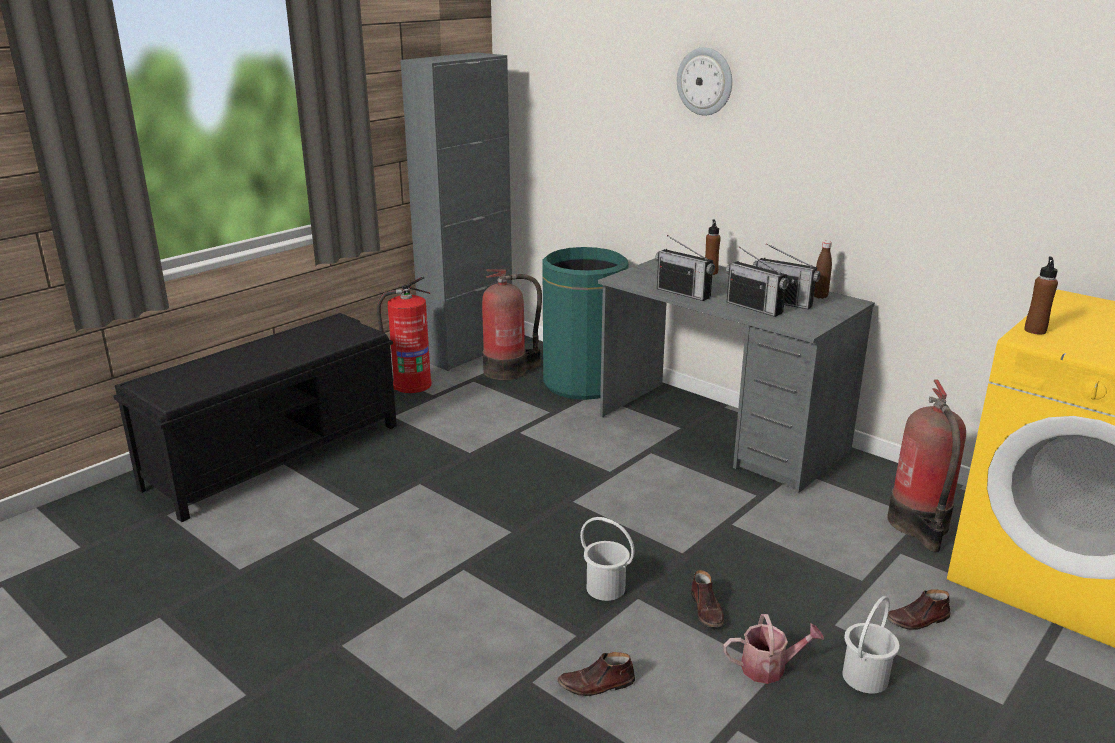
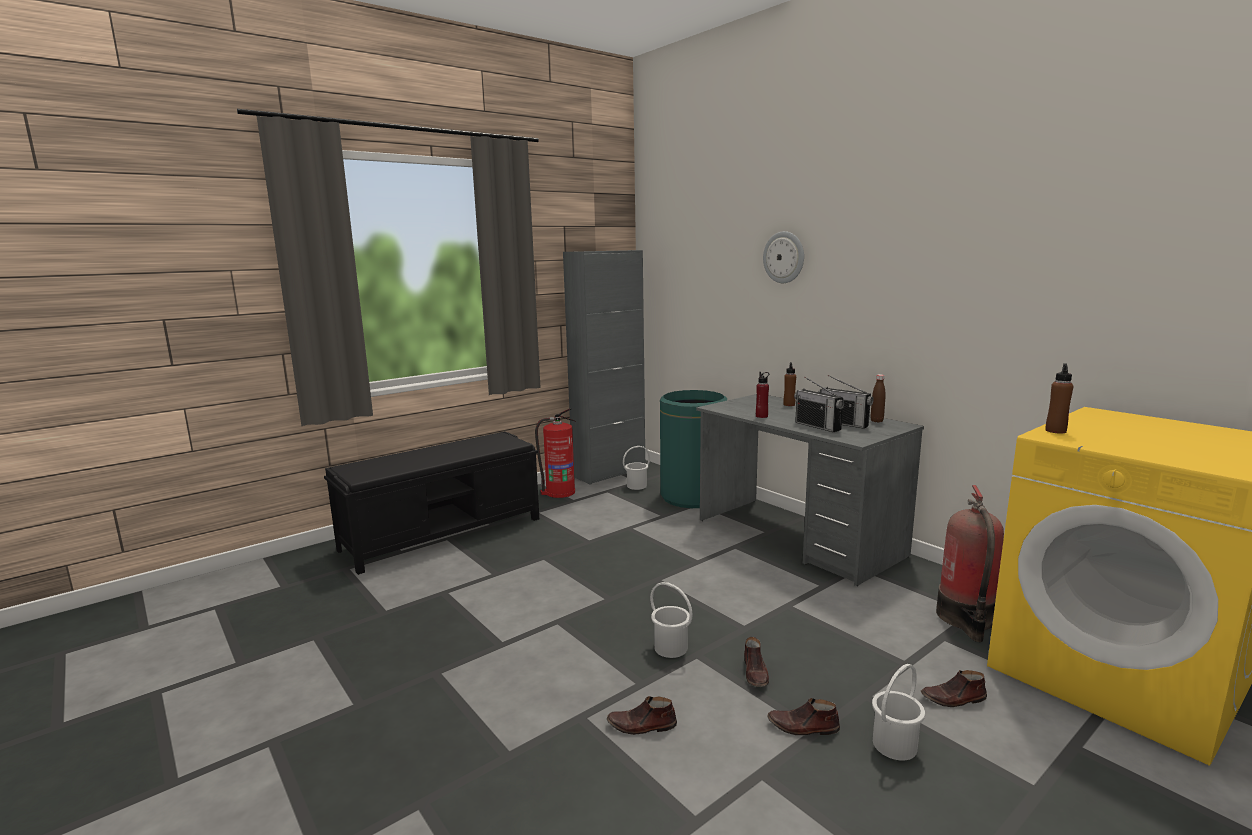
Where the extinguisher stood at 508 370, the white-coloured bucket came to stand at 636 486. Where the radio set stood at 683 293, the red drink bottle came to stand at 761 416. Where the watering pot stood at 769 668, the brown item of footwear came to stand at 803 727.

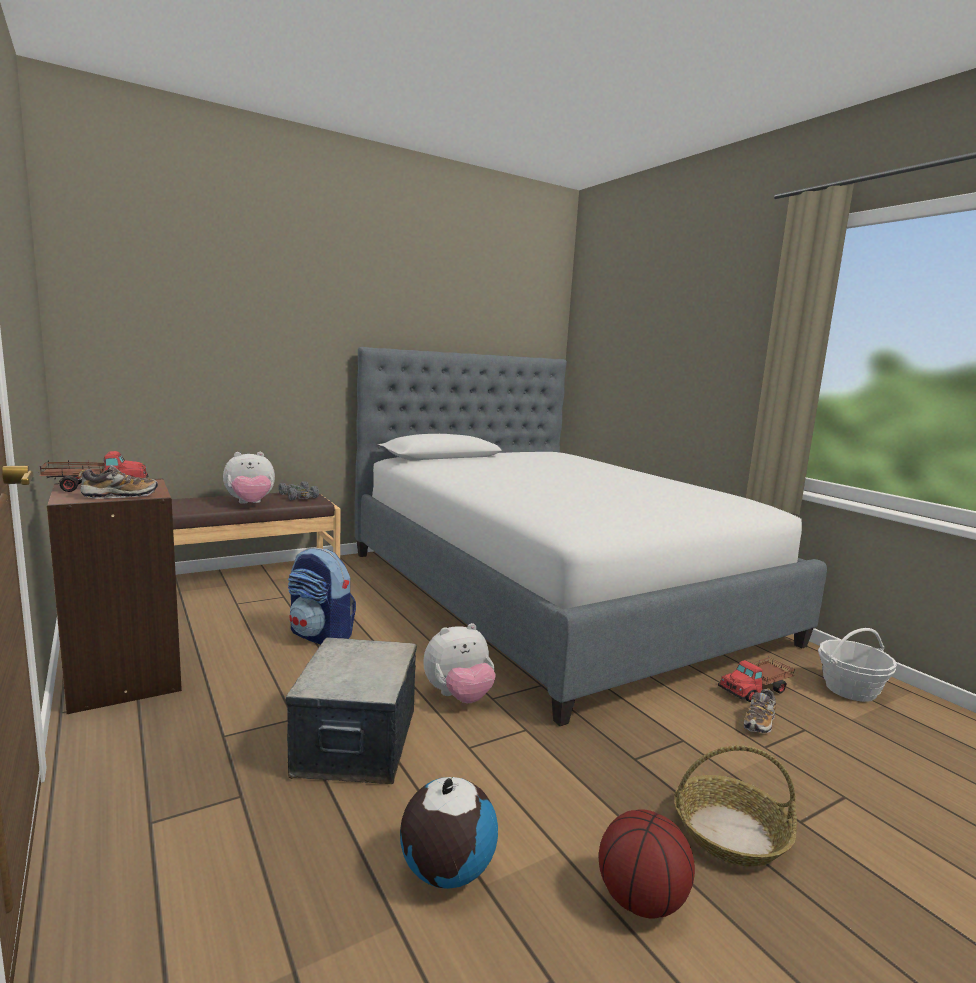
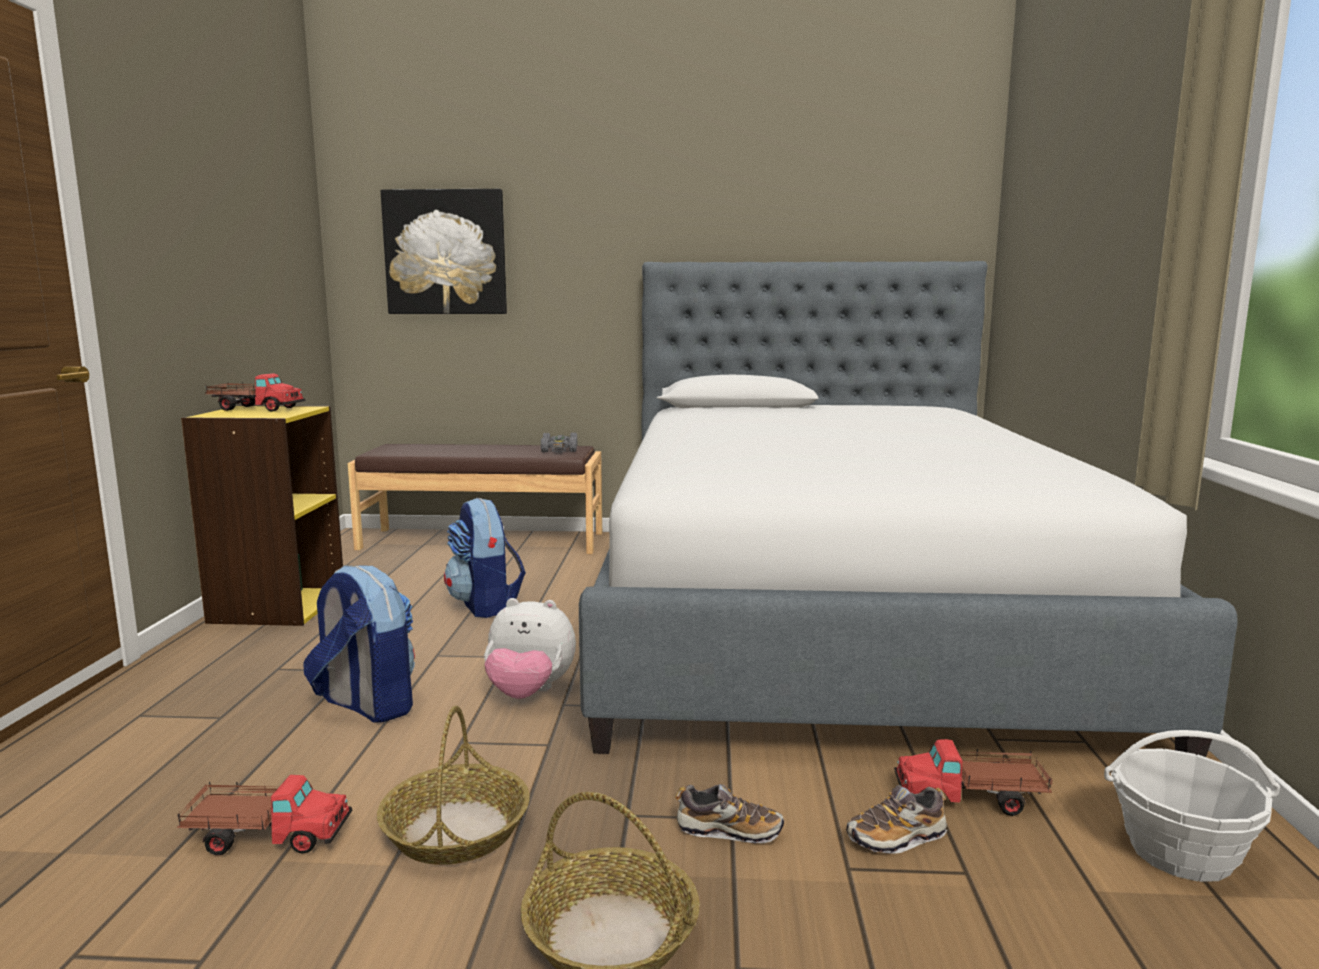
The second view lost the plush toy at 250 504. The second view lost the ball for basketball at 640 900. The second view gained the storage basket at 455 829. The second view gained the picture at 445 252. The item of footwear ended up elsewhere, having gone from 120 496 to 728 831. Where the storage bin stood at 355 743, the rucksack came to stand at 366 705. Where the globe stood at 446 872, the model truck came to stand at 266 835. What was the brown bookshelf at 123 679 turned into the yellow bookshelf at 277 606.

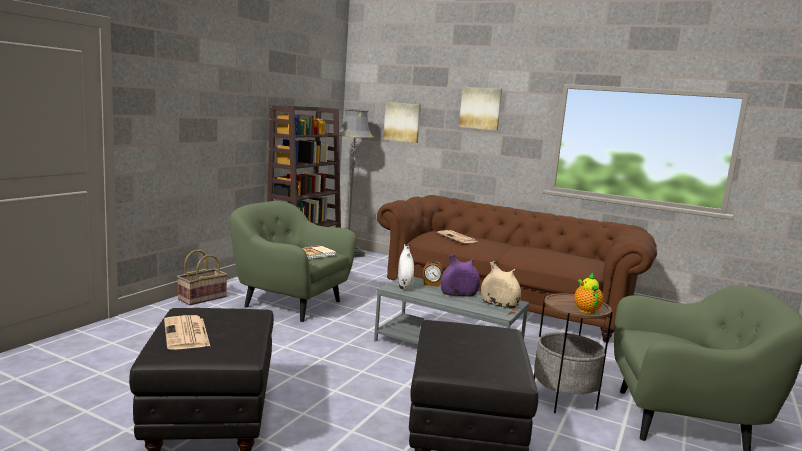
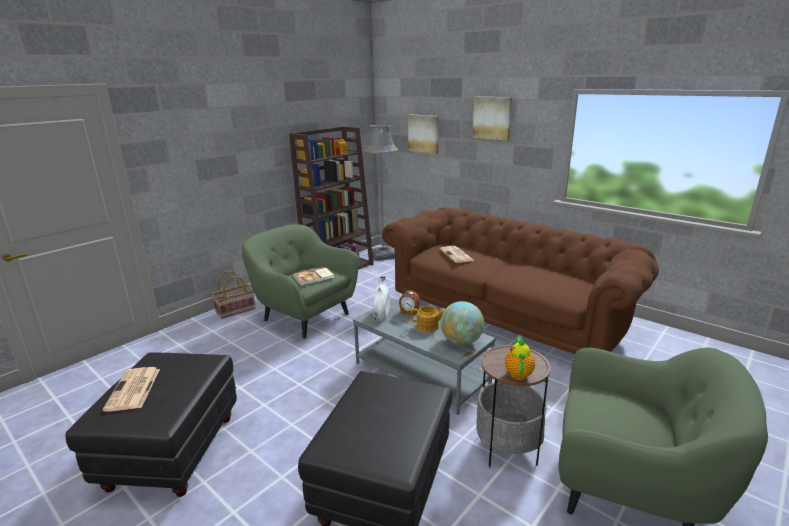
Where the purple-coloured flower vase stood at 459 294, the pot for tea came to stand at 428 327. Where the sand-coloured flower vase stood at 499 304, the globe came to stand at 461 341.

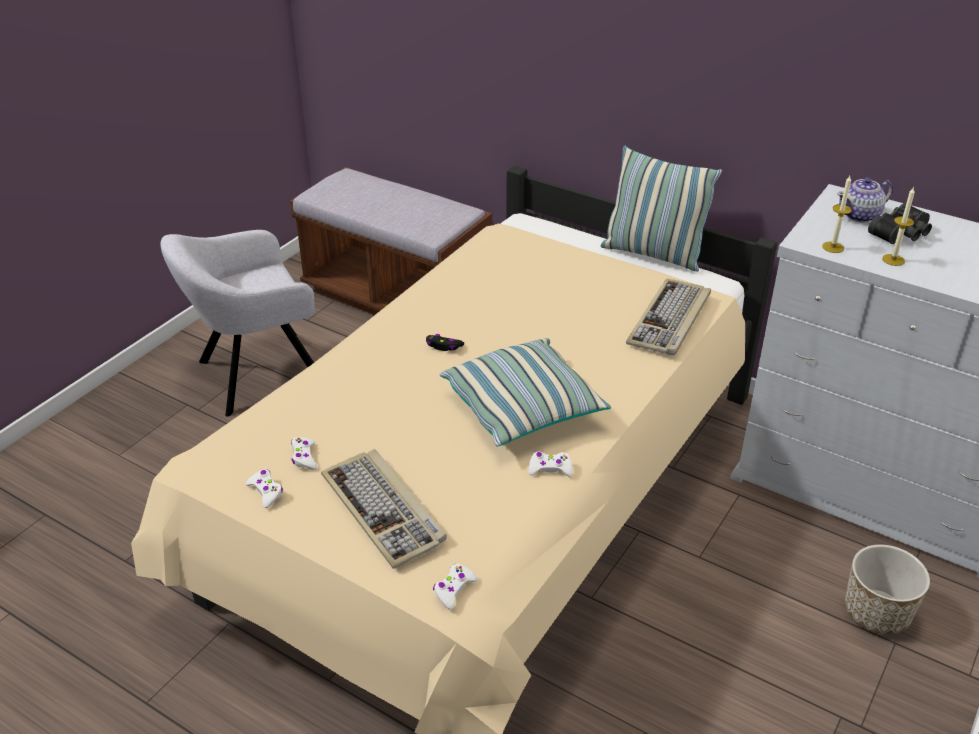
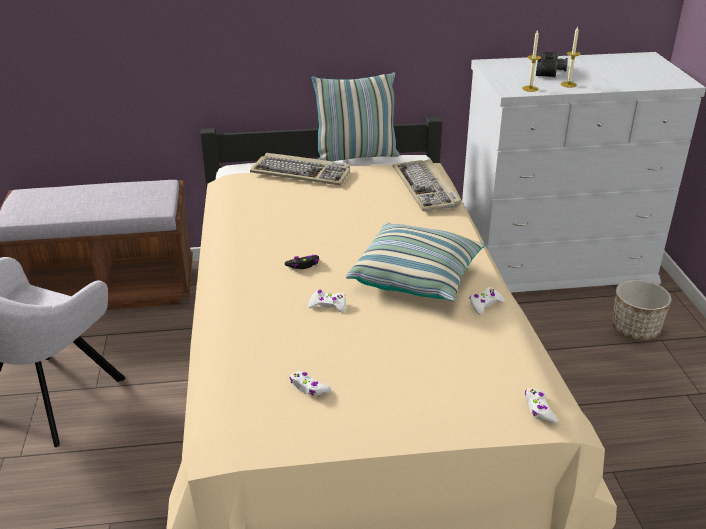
The second view lost the pot for tea at 860 215. The white-coloured joypad ended up elsewhere, having gone from 266 491 to 328 305. The computer keyboard ended up elsewhere, having gone from 384 510 to 302 173.

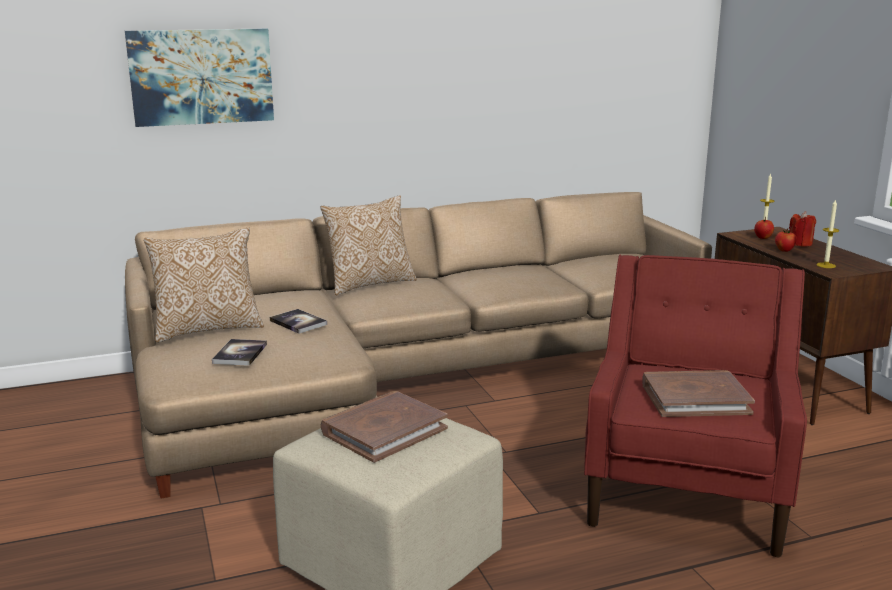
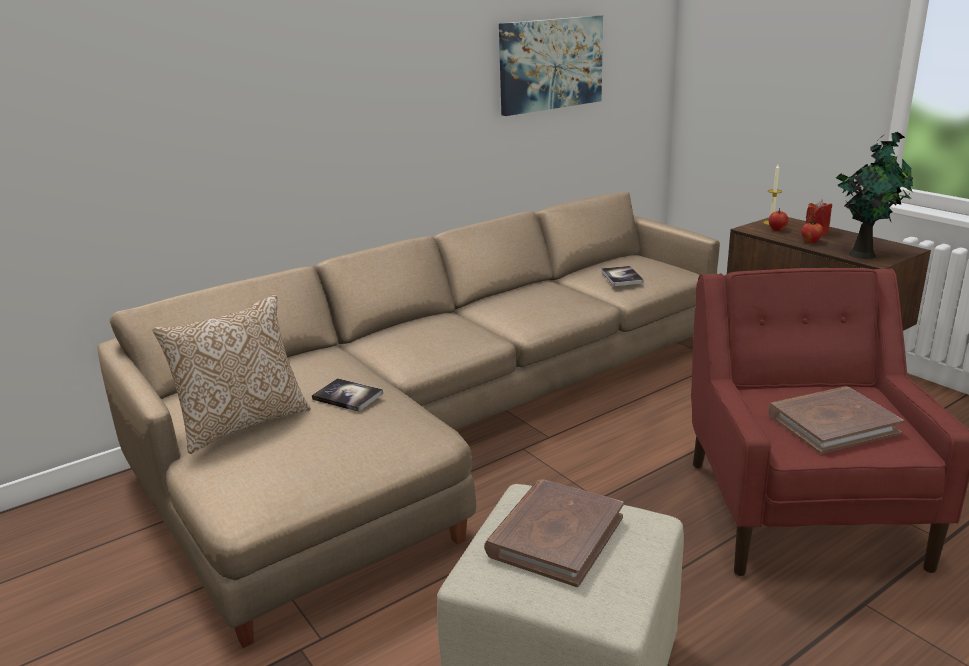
The second view lost the throw pillow at 369 284. The picture ended up elsewhere, having gone from 201 76 to 550 64. The volume ended up elsewhere, having gone from 240 354 to 621 277. Where the wax light stood at 826 265, the houseplant came to stand at 863 254.

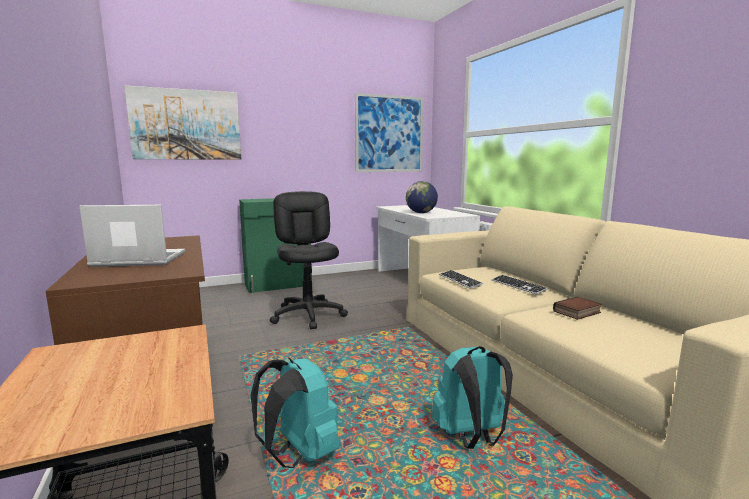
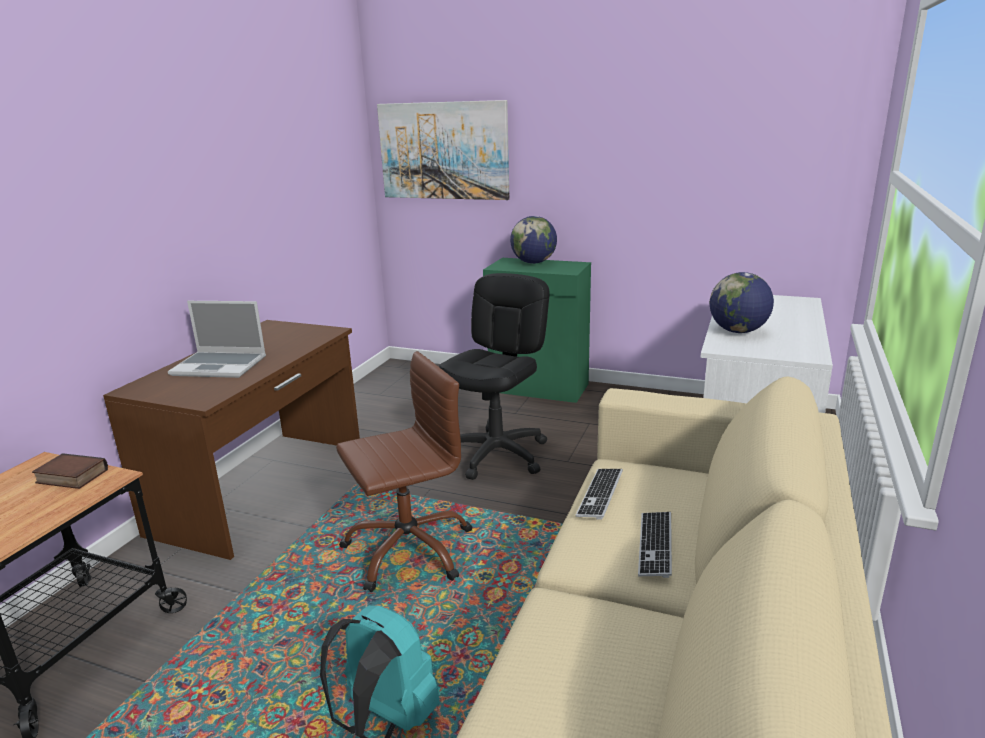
The second view lost the blue-green rucksack at 299 454. The second view lost the picture at 389 134. The second view gained the brown computer chair at 408 549. The second view gained the globe at 533 263. The volume ended up elsewhere, having gone from 577 312 to 70 477. The laptop at 138 260 ended up facing another way, 150 degrees clockwise from before.

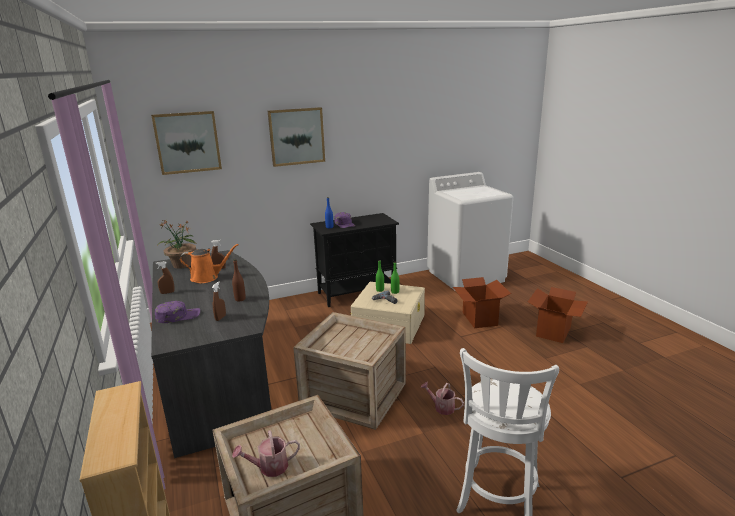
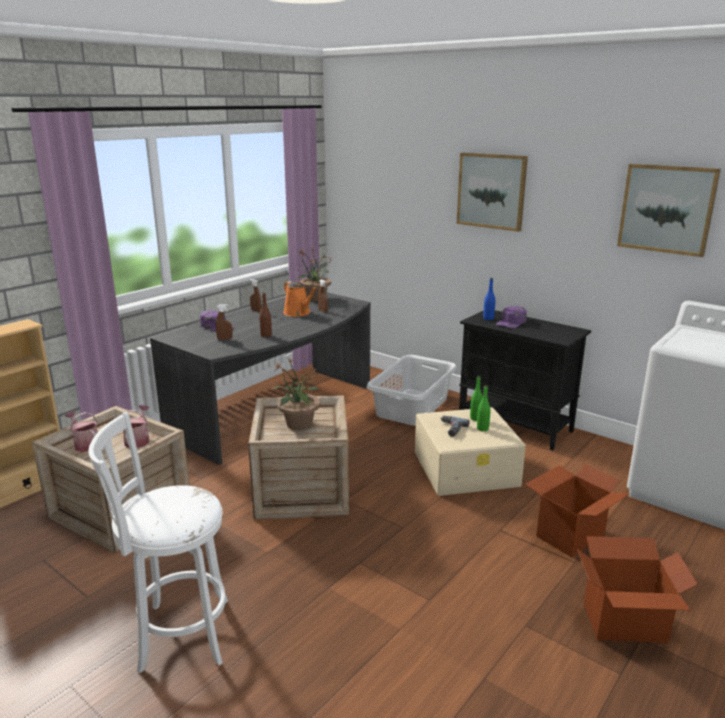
The second view gained the houseplant at 298 424. The second view gained the grey washing basket at 413 407. The picture ended up elsewhere, having gone from 187 142 to 666 209. The watering pot ended up elsewhere, having gone from 441 407 to 138 440.

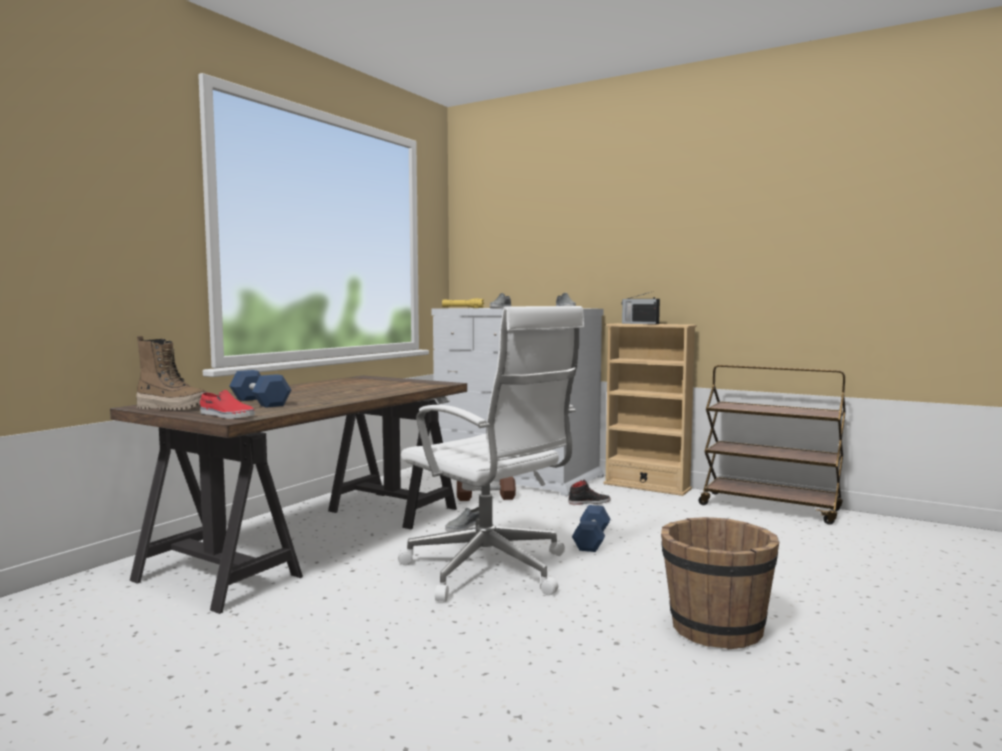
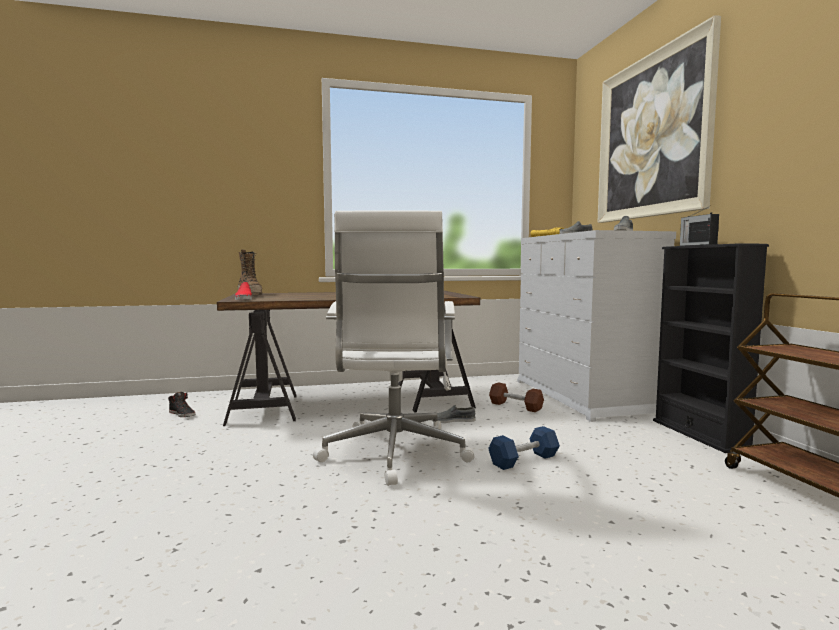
The second view lost the bluish hand weight at 260 402. The second view lost the brown bucket at 715 628. The second view gained the picture at 652 136. The blackish item of footwear ended up elsewhere, having gone from 589 502 to 182 414. What was the sand-coloured bookshelf at 647 486 turned into the blackish bookshelf at 699 434.

